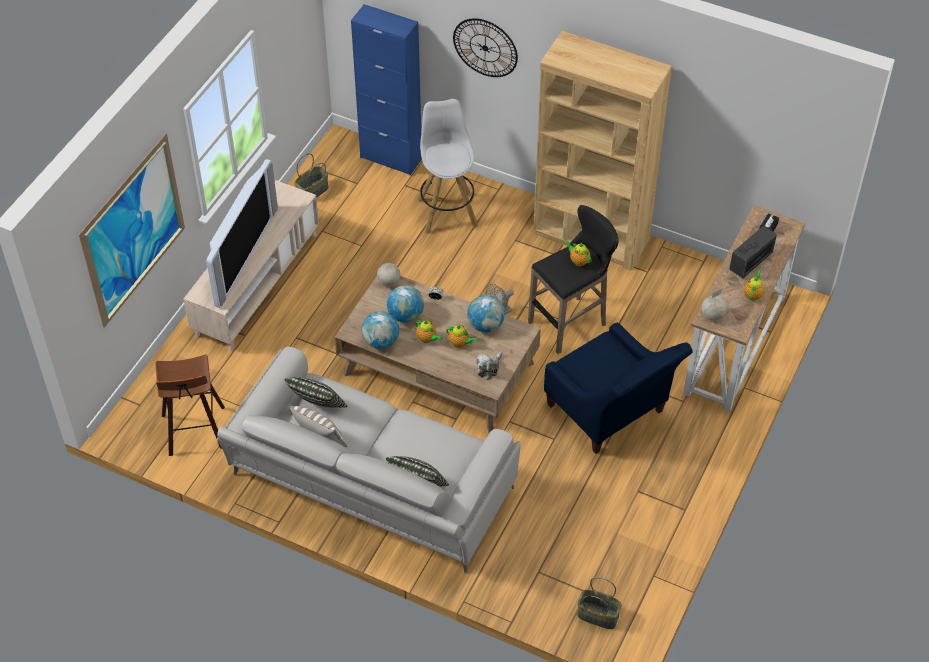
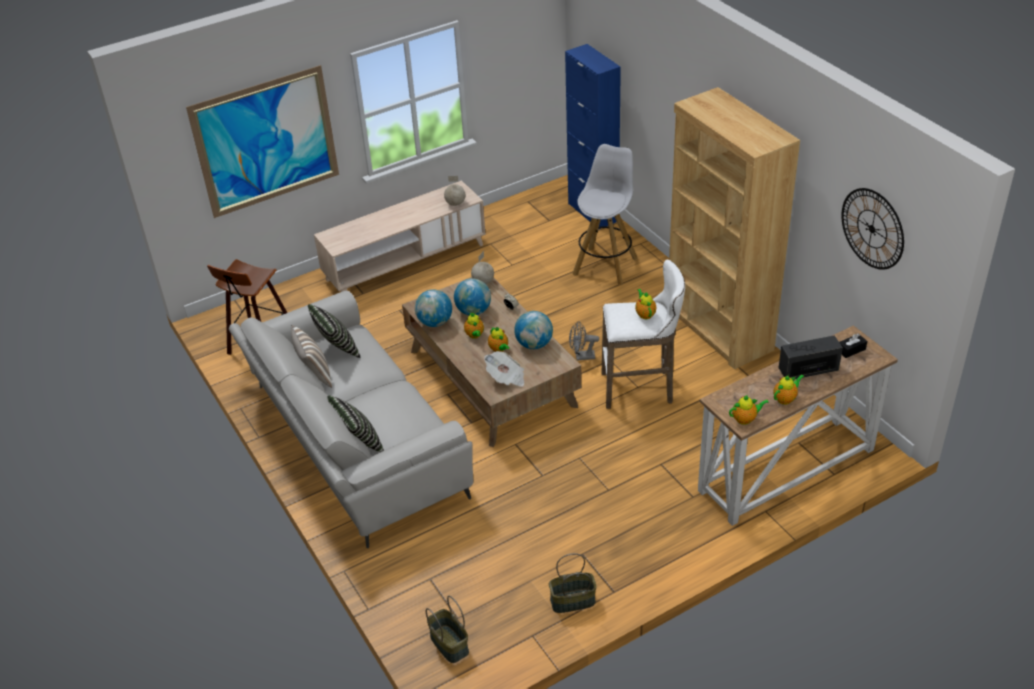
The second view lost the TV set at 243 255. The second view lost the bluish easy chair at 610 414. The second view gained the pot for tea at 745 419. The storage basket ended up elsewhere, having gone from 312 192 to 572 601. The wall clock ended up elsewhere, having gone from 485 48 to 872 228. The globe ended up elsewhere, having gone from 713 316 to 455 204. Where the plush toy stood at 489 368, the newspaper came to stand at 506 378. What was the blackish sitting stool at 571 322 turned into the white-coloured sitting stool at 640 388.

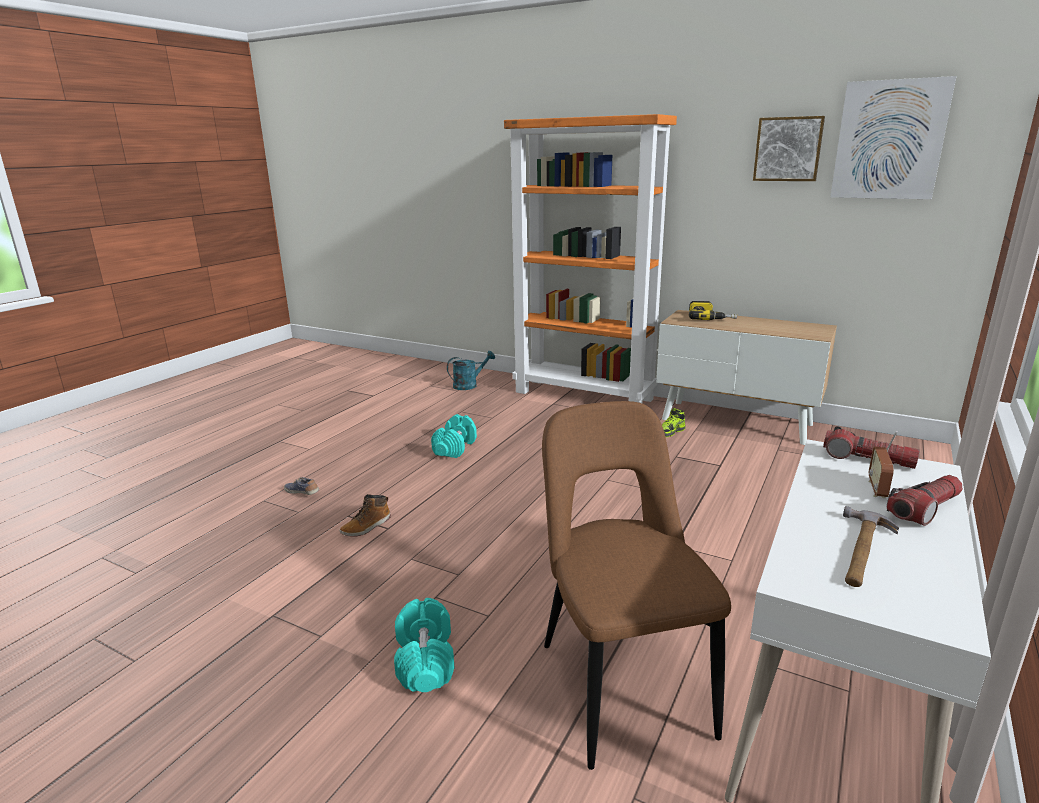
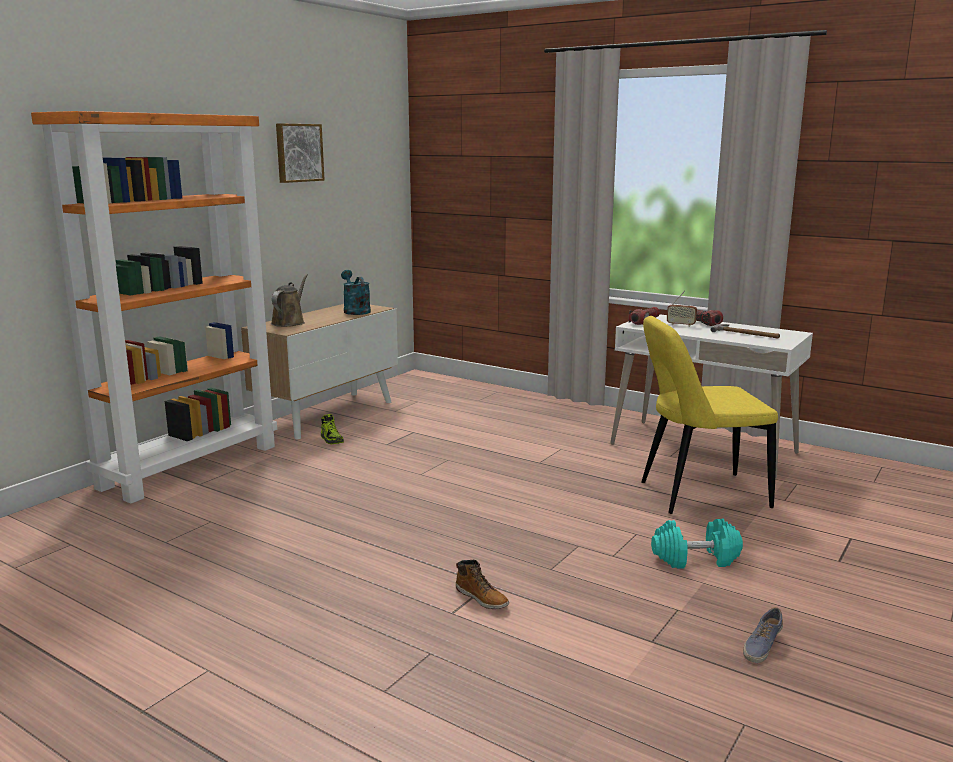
The second view lost the blue-green hand weight at 455 448. The second view lost the picture at 889 140. The item of footwear ended up elsewhere, having gone from 302 493 to 761 645. The blue-green watering pot ended up elsewhere, having gone from 469 385 to 355 311. Where the power drill stood at 710 318, the brown watering pot came to stand at 289 322. What was the brown upright chair at 620 682 turned into the yellow upright chair at 697 495.

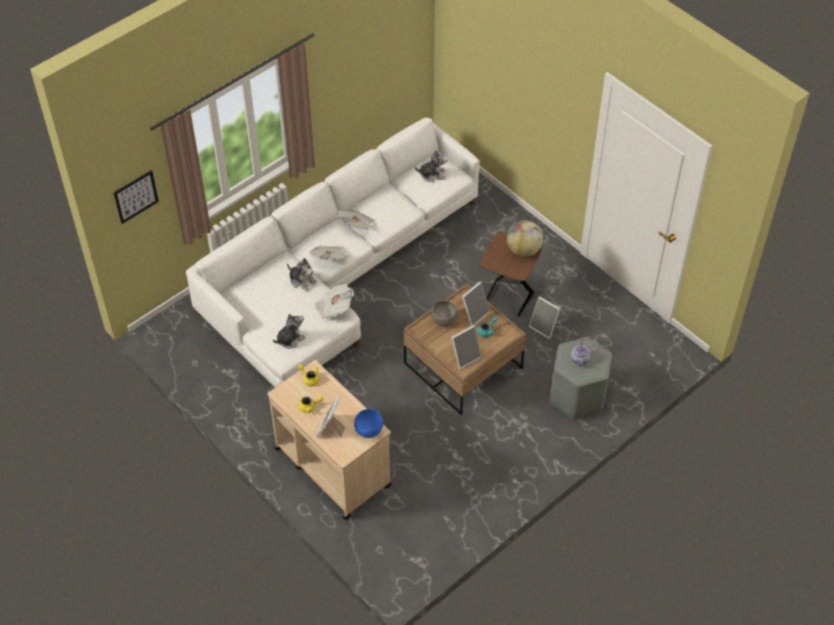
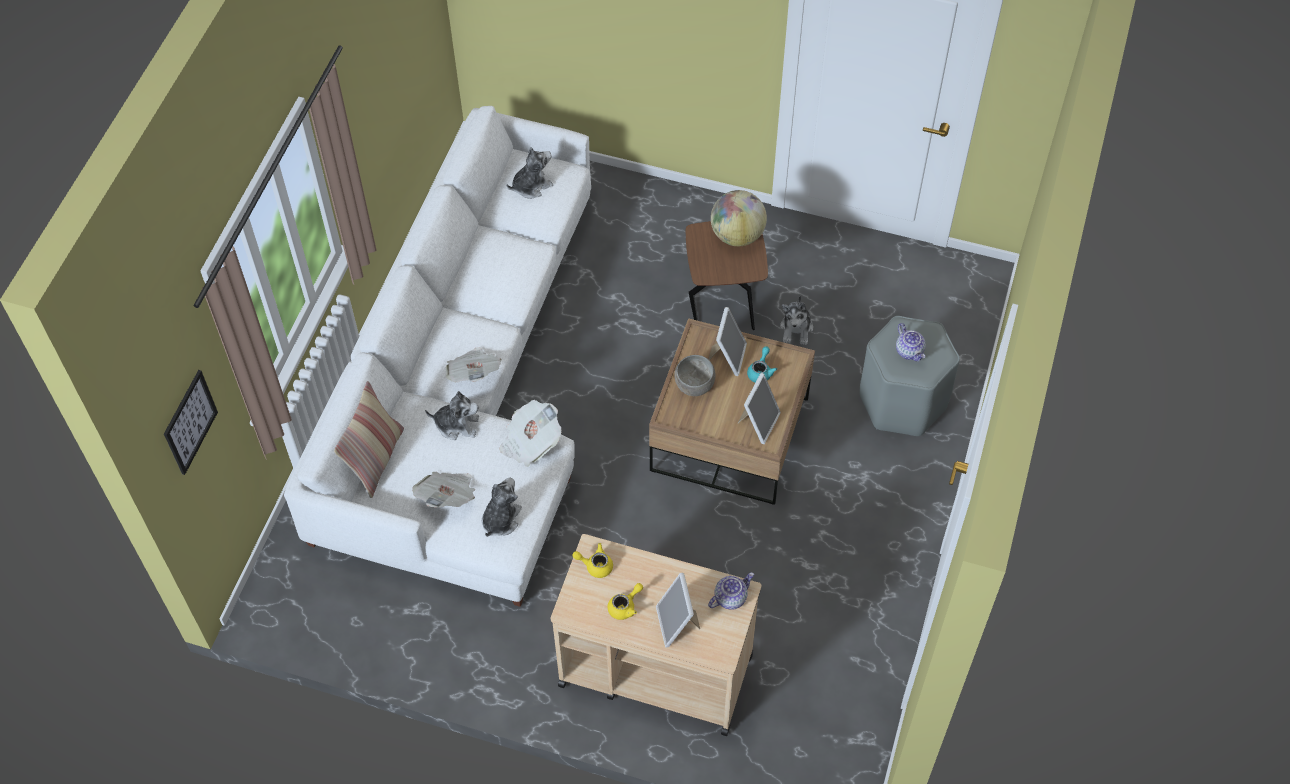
The second view gained the throw pillow at 375 460. The newspaper ended up elsewhere, having gone from 357 225 to 448 497. Where the bluish serving bowl stood at 368 430, the pot for tea came to stand at 730 597. Where the photo frame stood at 544 327, the plush toy came to stand at 796 329.

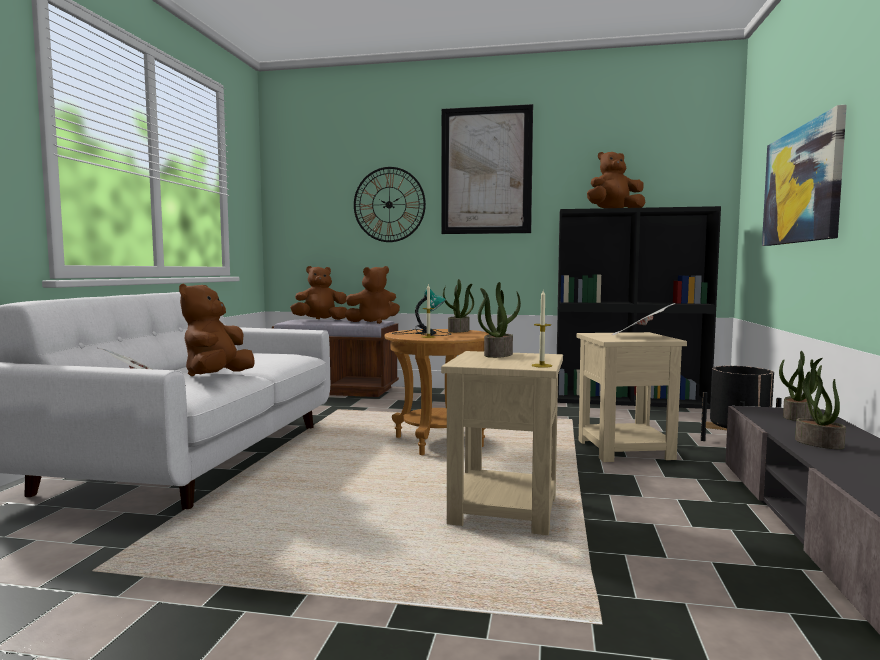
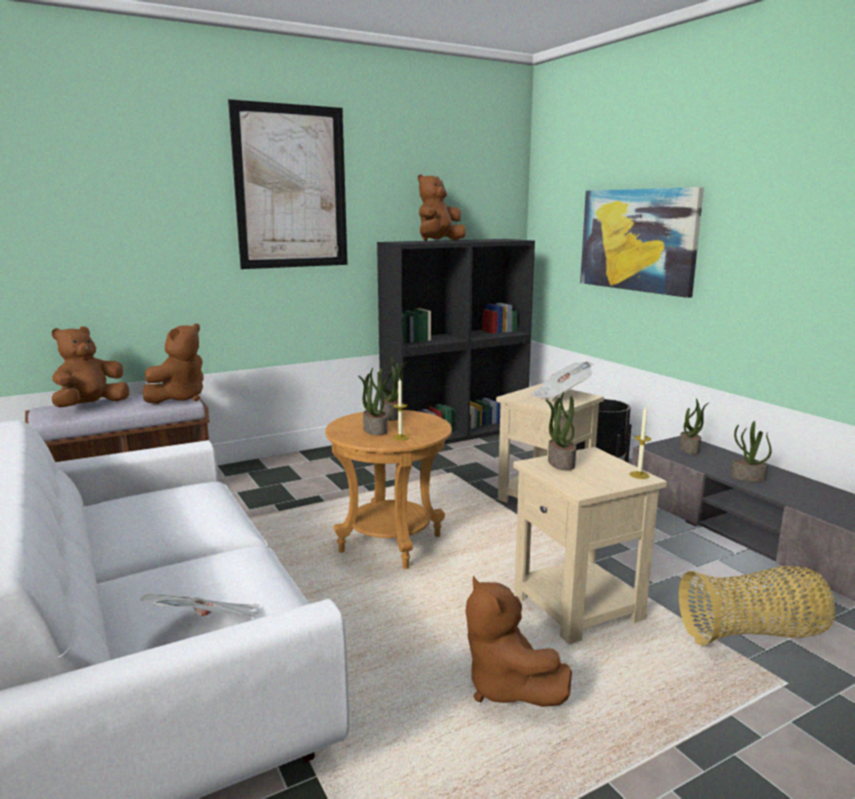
The second view lost the wall clock at 389 204. The second view gained the storage basket at 753 634. The brown plush toy ended up elsewhere, having gone from 217 377 to 506 687. Where the tabletop lamp stood at 424 333, the houseplant came to stand at 374 430.

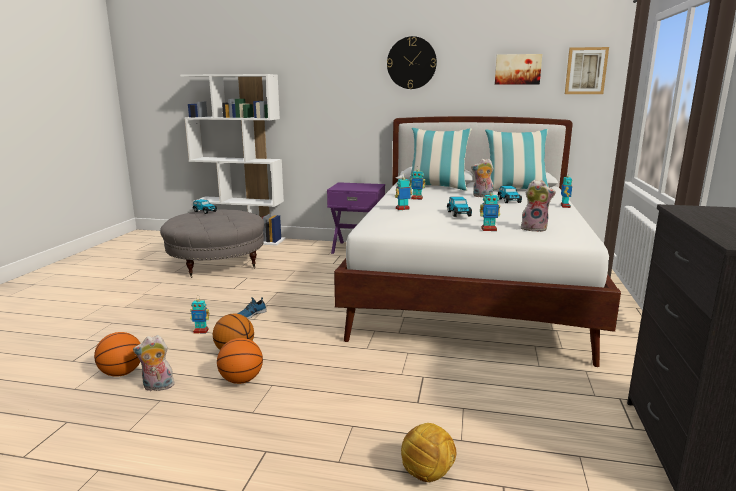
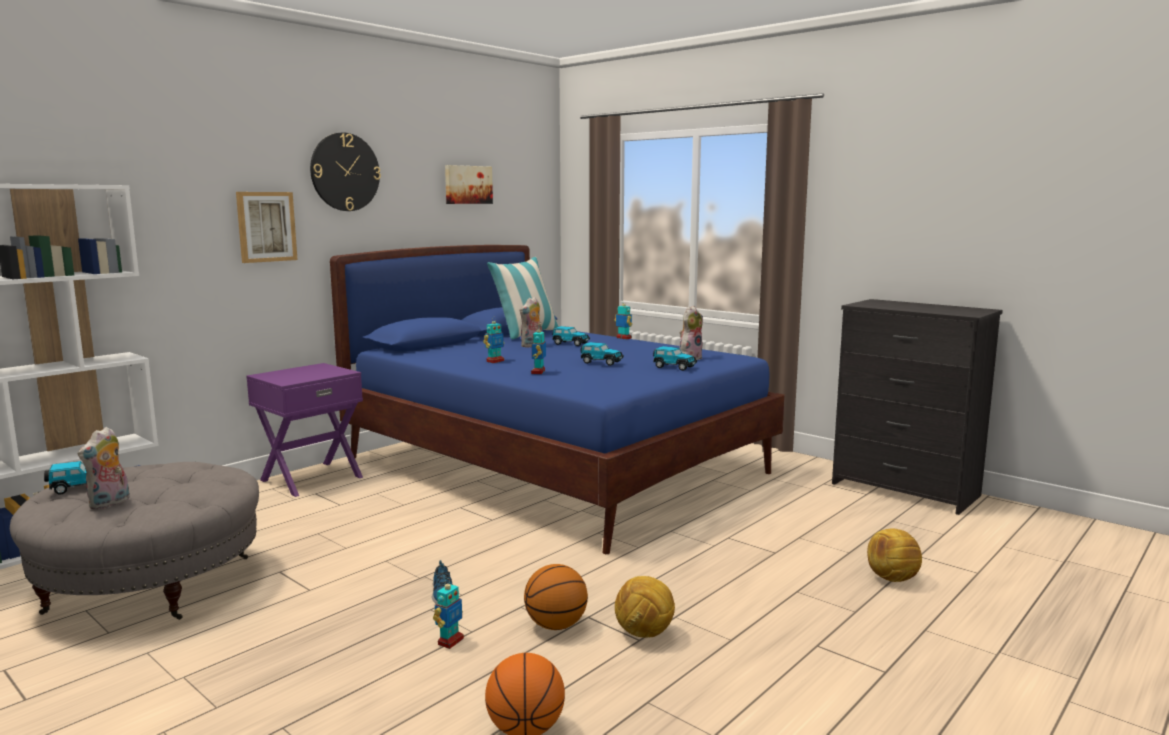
The second view lost the throw pillow at 437 187. The plush toy ended up elsewhere, having gone from 157 387 to 110 504. The picture ended up elsewhere, having gone from 586 71 to 266 226. Where the ball for basketball stood at 241 380, the football came to stand at 644 634. Where the model robot stood at 488 229, the model car came to stand at 673 367. What was the white-coloured sleeping bed at 470 290 turned into the bluish sleeping bed at 555 465.

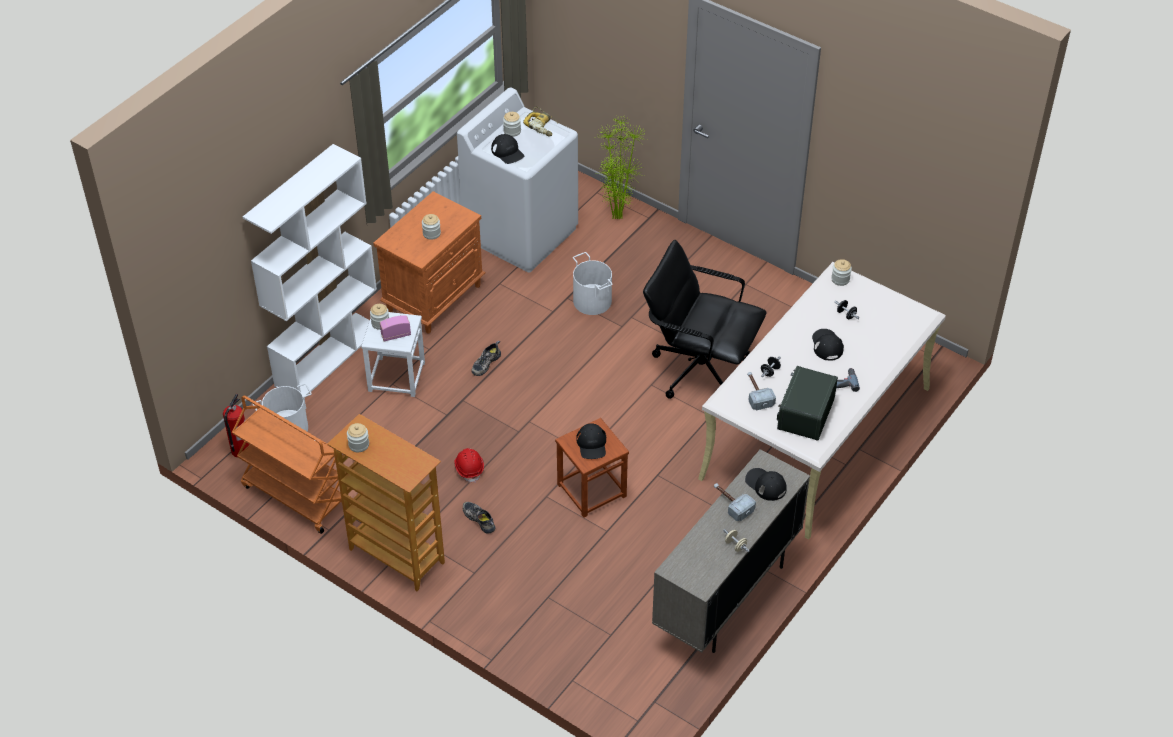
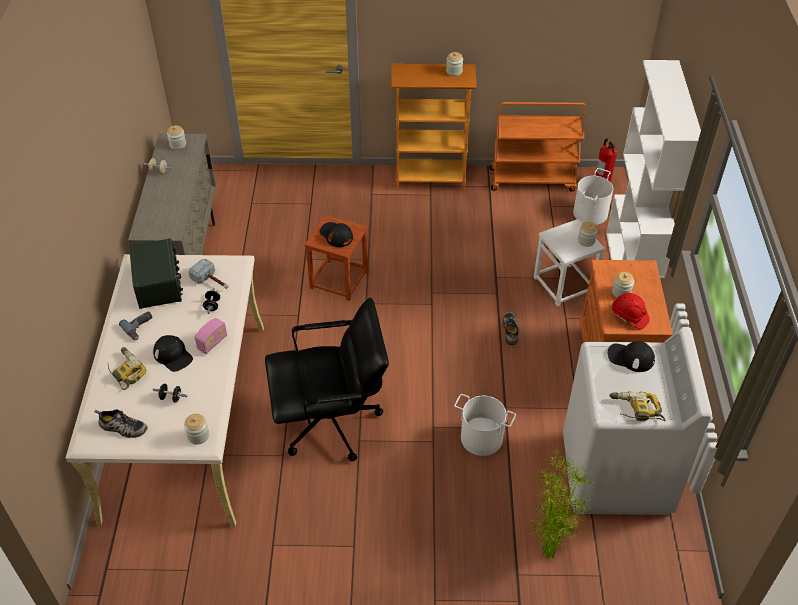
The second view lost the hand hammer at 731 503. The second view lost the blackish peaked cap at 765 485. The second view gained the power drill at 125 371. The radio set ended up elsewhere, having gone from 396 335 to 212 343. The red safety helmet ended up elsewhere, having gone from 469 468 to 629 316. The item of footwear ended up elsewhere, having gone from 480 519 to 122 428. The jar ended up elsewhere, having gone from 512 131 to 178 144.

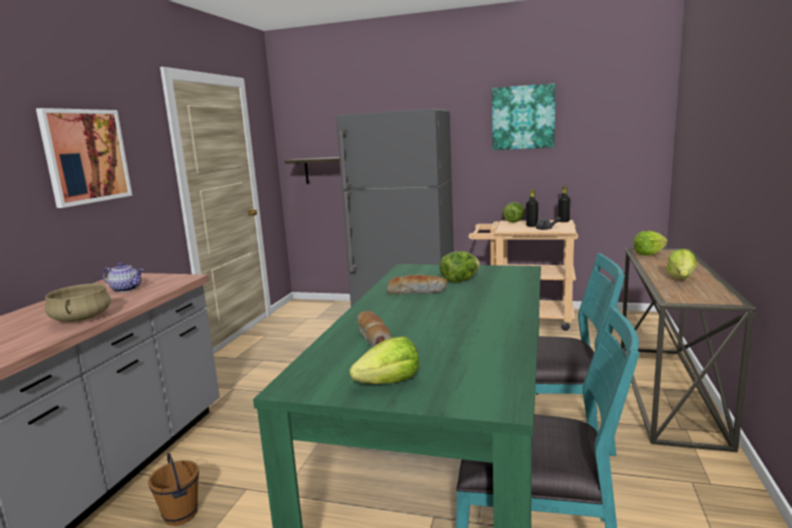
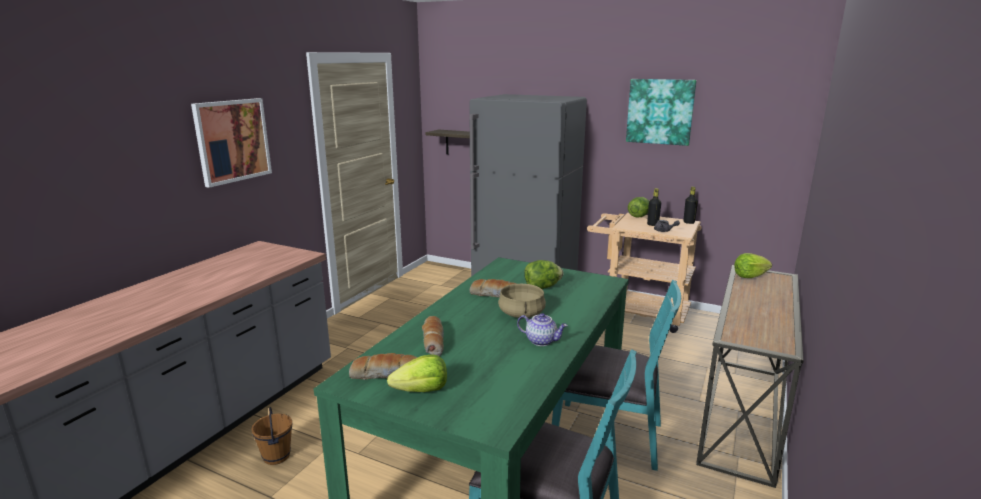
The second view lost the head of lettuce at 681 278. The second view gained the baked bread at 387 374. The sand-coloured stockpot ended up elsewhere, having gone from 82 318 to 522 314. The pot for tea ended up elsewhere, having gone from 126 289 to 541 341.

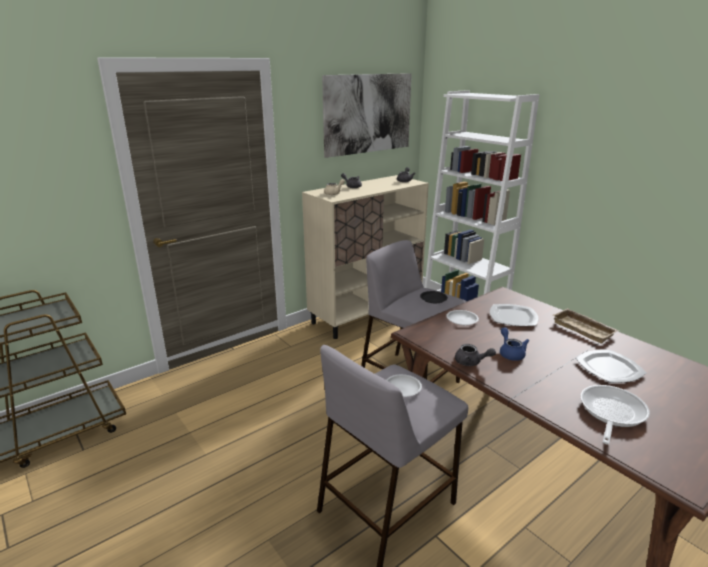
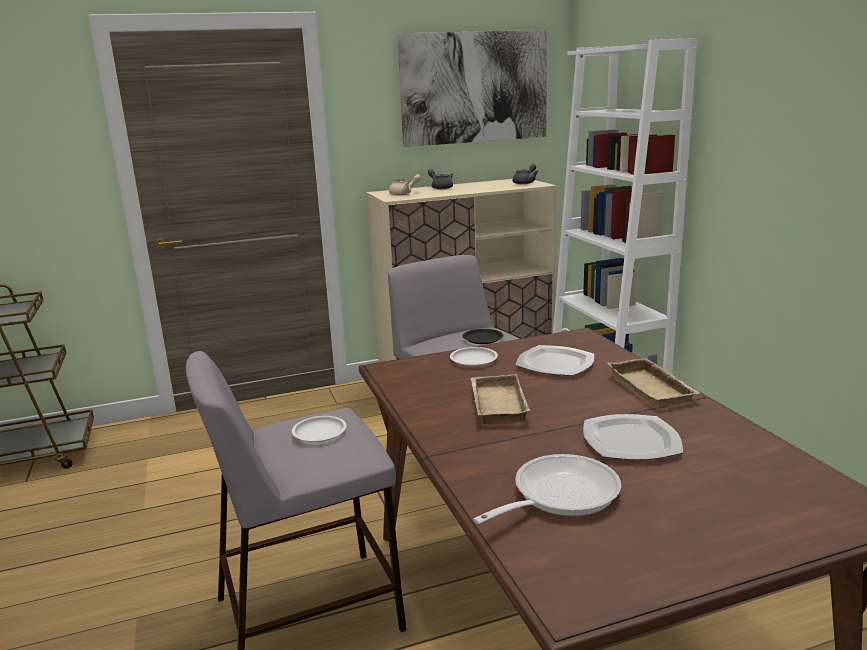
The second view lost the grey pot for tea at 471 362. Where the bluish pot for tea stood at 510 353, the sand-coloured serving tray came to stand at 495 404.

